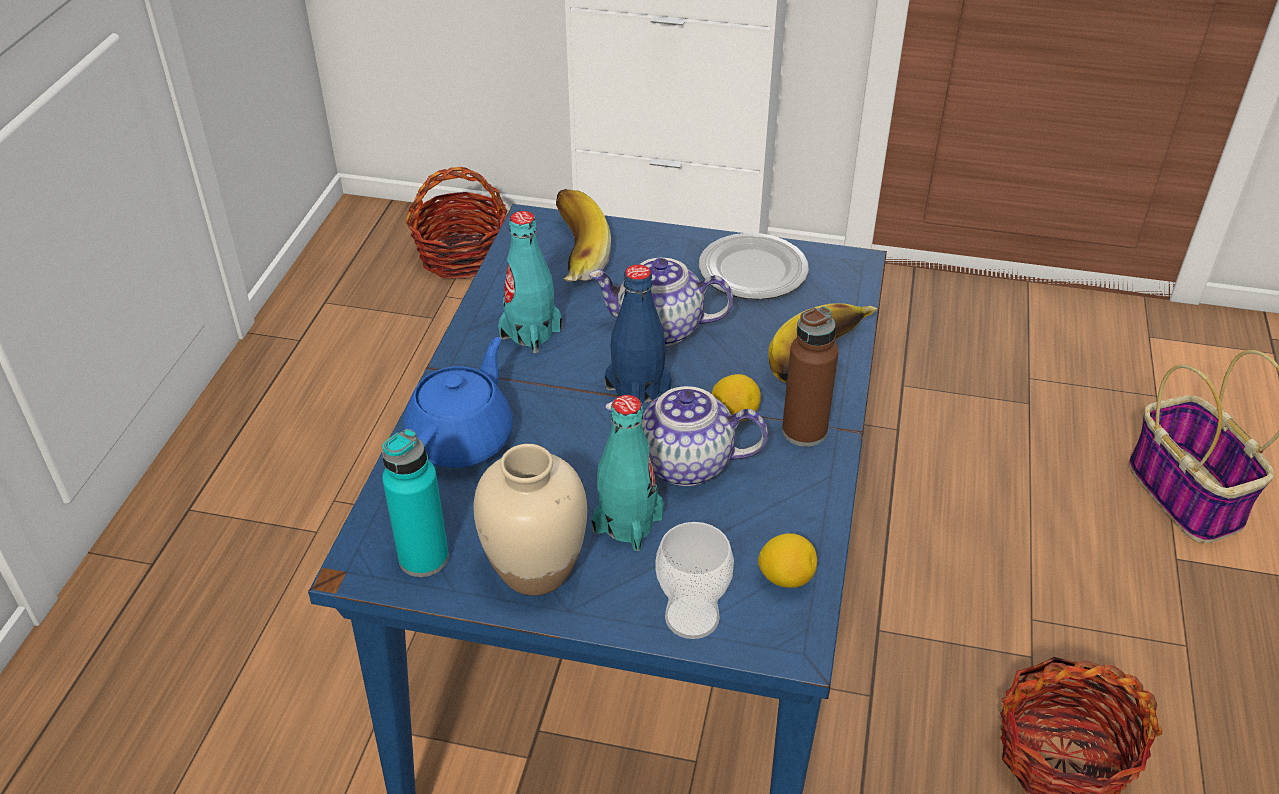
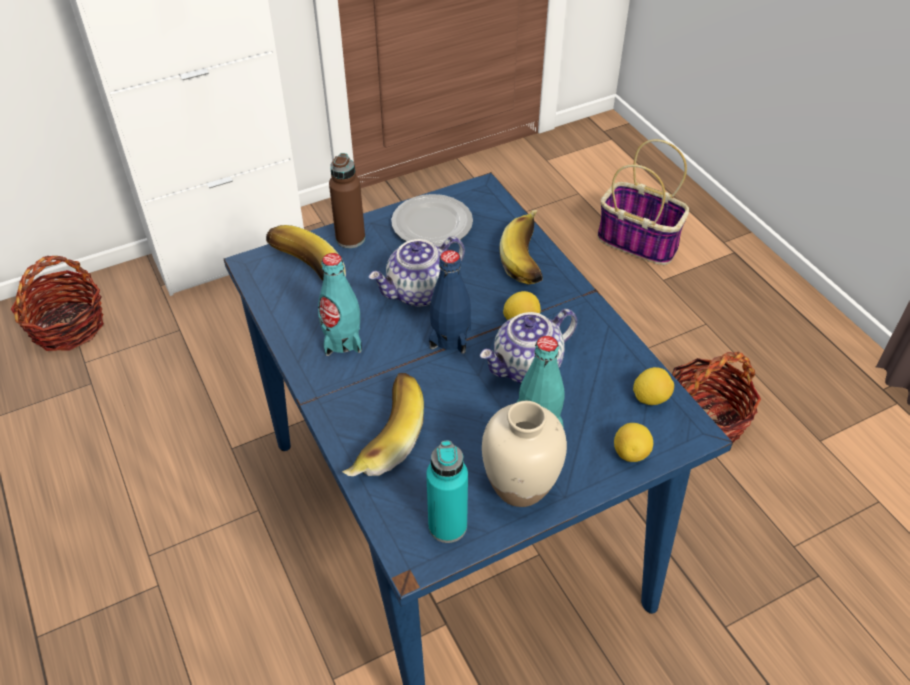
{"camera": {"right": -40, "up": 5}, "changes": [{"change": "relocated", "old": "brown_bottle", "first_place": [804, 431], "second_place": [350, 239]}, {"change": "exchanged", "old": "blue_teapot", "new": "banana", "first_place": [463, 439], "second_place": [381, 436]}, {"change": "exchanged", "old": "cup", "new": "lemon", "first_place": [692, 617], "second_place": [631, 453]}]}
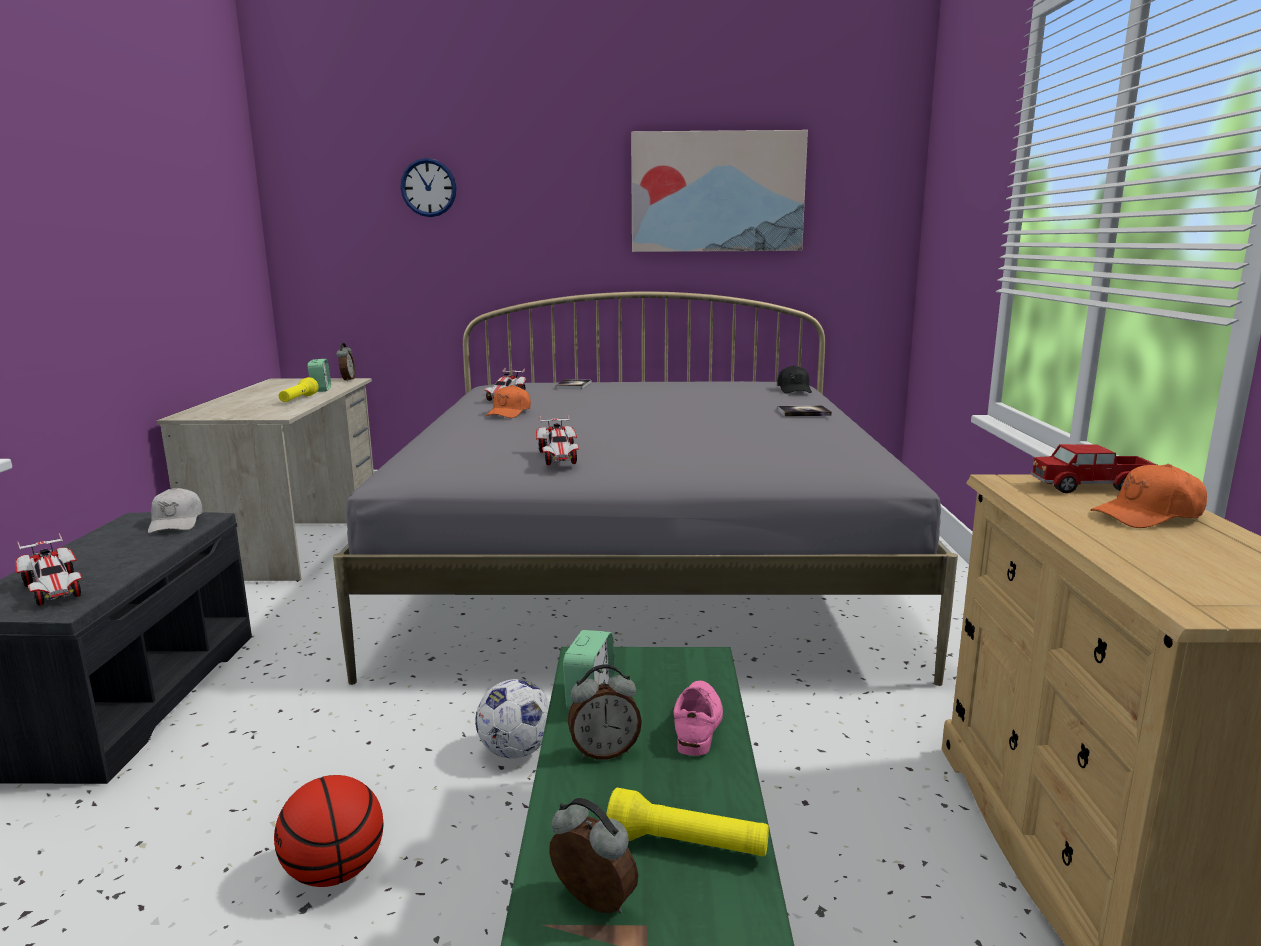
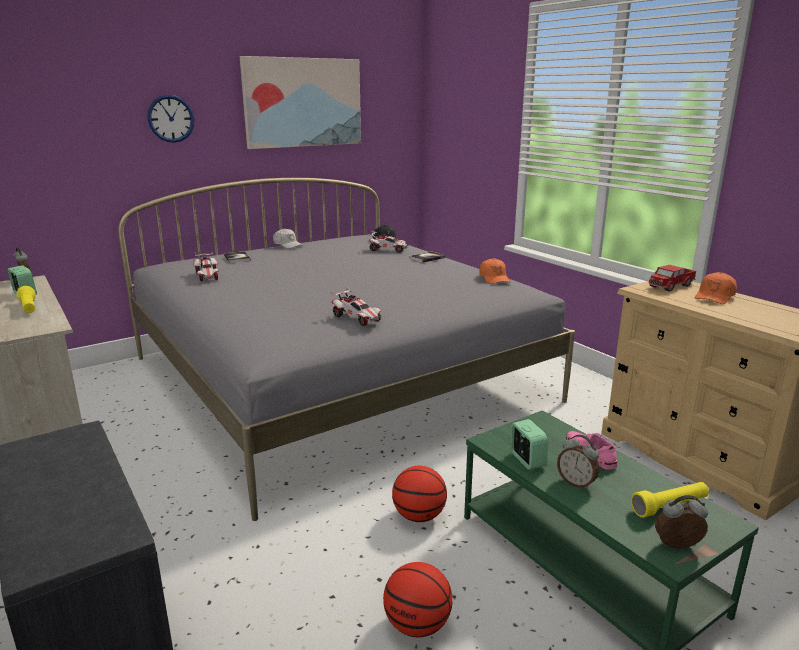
{"camera": {"right": -35, "up": 5}, "changes": [{"change": "relocated", "old": "toy_car", "first_place": [54, 590], "second_place": [387, 250]}, {"change": "relocated", "old": "white_cap", "first_place": [176, 522], "second_place": [287, 245]}, {"change": "relocated", "old": "wall_clock", "first_place": [428, 188], "second_place": [171, 118]}, {"change": "relocated", "old": "orange_cap", "first_place": [509, 413], "second_place": [494, 278]}, {"change": "exchanged", "old": "football", "new": "basketball", "first_place": [515, 751], "second_place": [419, 516]}, {"change": "spun", "old": "alarm_clock", "first_place": [604, 752], "second_place": [576, 483], "degrees": 90}]}
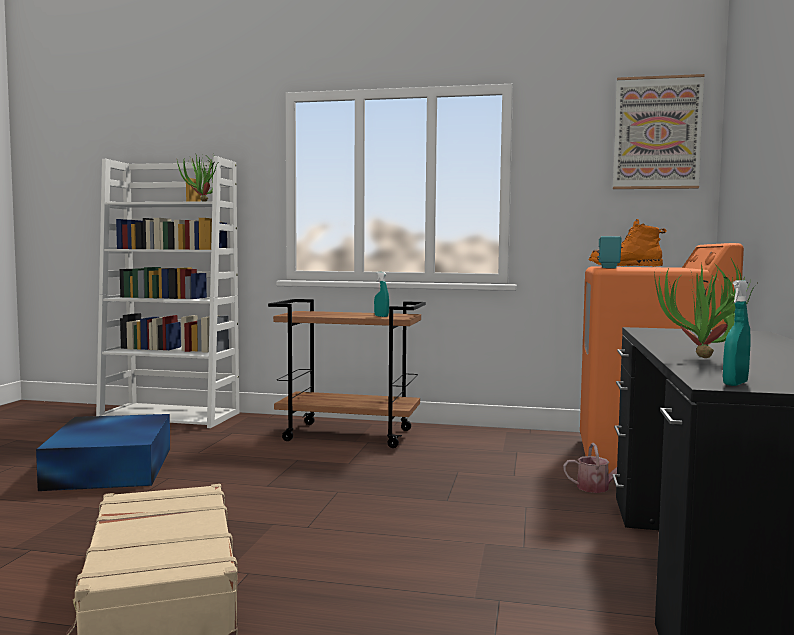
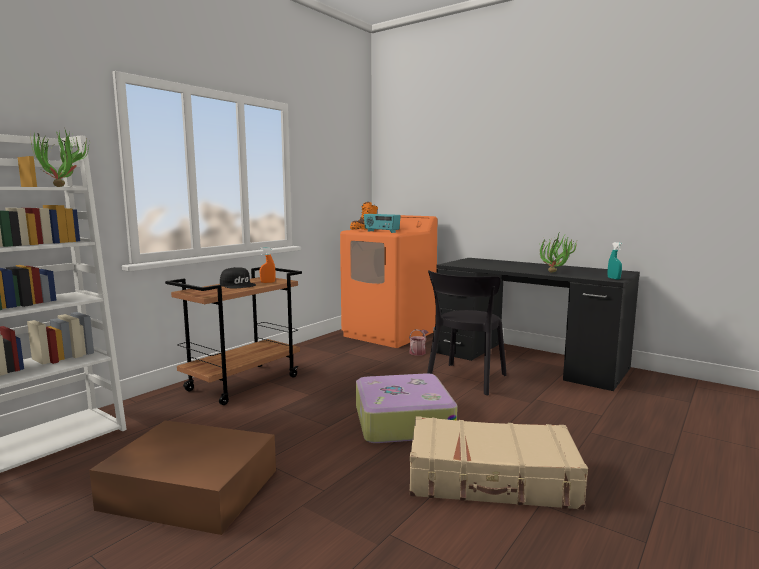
{"camera": {"right": -65, "up": 5}, "changes": [{"change": "missing", "old": "picture", "first_place": [657, 133]}, {"change": "appeared", "new": "black_cap", "second_place": [238, 285]}, {"change": "appeared", "new": "suitcase", "second_place": [402, 421]}, {"change": "appeared", "new": "black_chair", "second_place": [465, 380]}, {"change": "colour", "old": "blue_storage_box", "new": "brown_storage_box", "first_place": [112, 467], "second_place": [189, 488]}, {"change": "colour", "old": "turquoise_spray_bottle", "new": "orange_spray_bottle", "first_place": [381, 316], "second_place": [267, 282]}]}
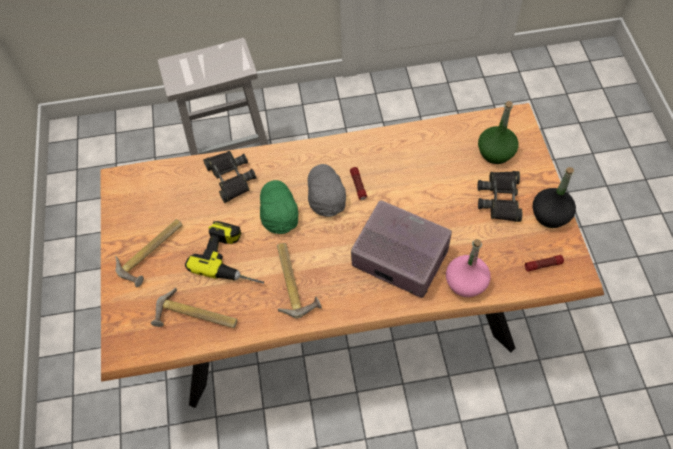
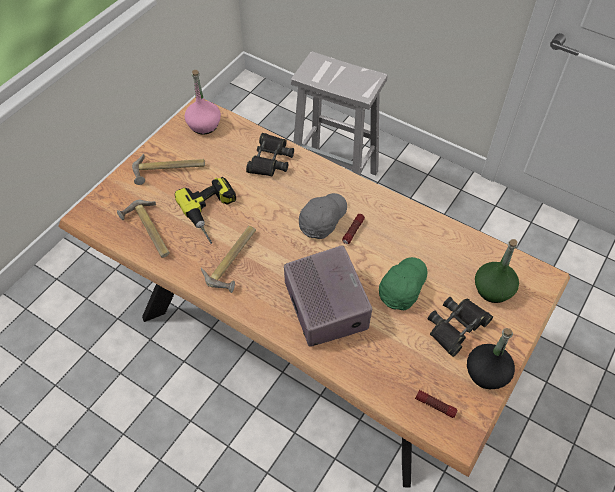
{"camera": {"right": 40, "up": -5}, "changes": [{"change": "relocated", "old": "green_cap", "first_place": [278, 211], "second_place": [402, 287]}, {"change": "relocated", "old": "pink_bottle", "first_place": [466, 282], "second_place": [204, 125]}]}
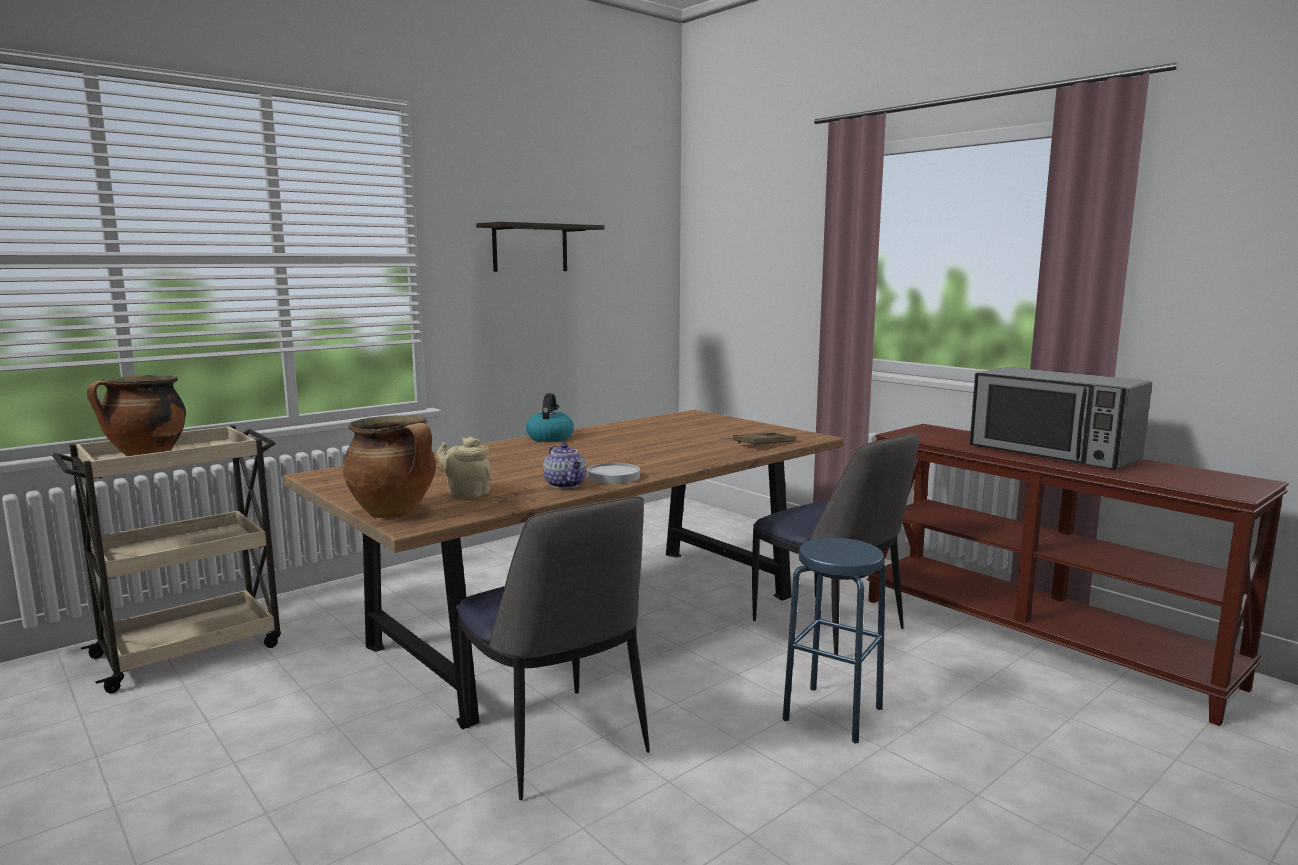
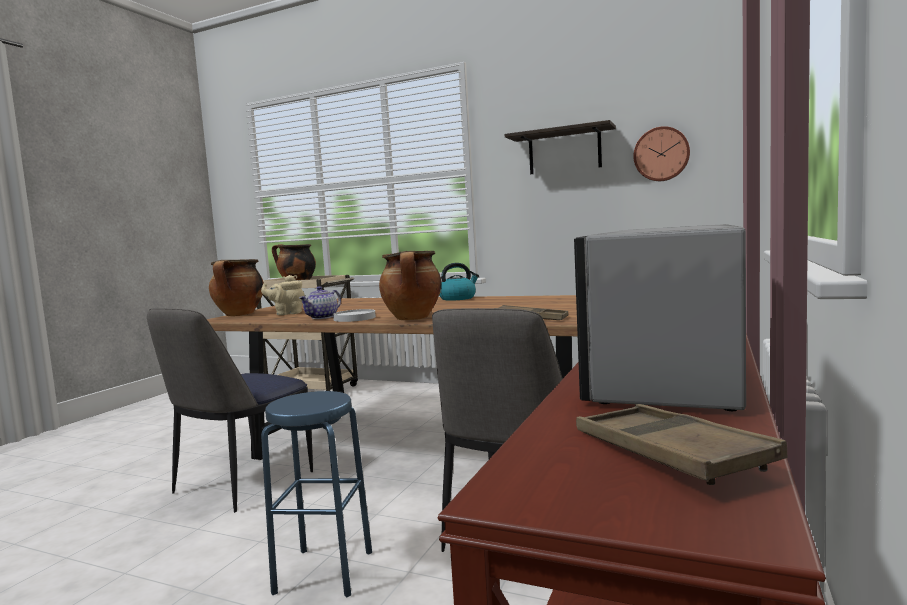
{"camera": {"right": 65, "up": -5}, "changes": [{"change": "appeared", "new": "cooking_pot", "second_place": [413, 318]}, {"change": "appeared", "new": "brown_tray", "second_place": [667, 453]}, {"change": "appeared", "new": "wall_clock", "second_place": [661, 154]}, {"change": "spun", "old": "beige_teapot", "first_place": [466, 493], "second_place": [287, 313], "degrees": -105}]}
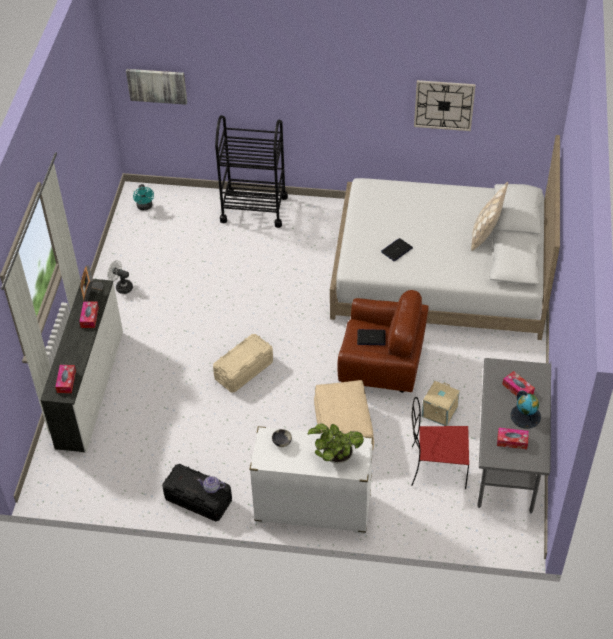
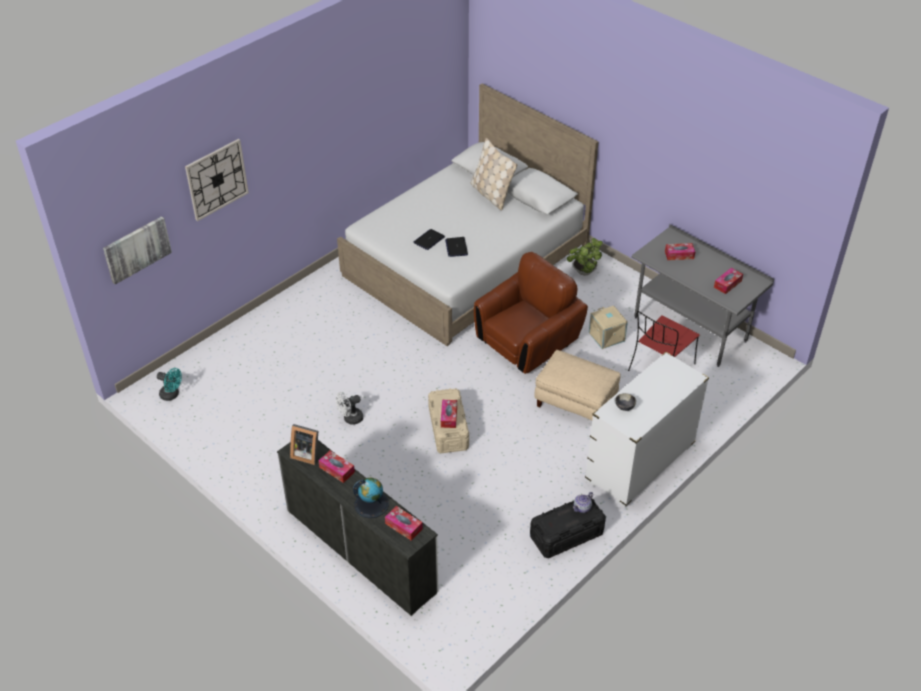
{"camera": {"right": -55, "up": -5}, "changes": [{"change": "missing", "old": "black_cart", "first_place": [254, 209]}, {"change": "appeared", "new": "tissue_box", "second_place": [449, 417]}, {"change": "relocated", "old": "white_fan", "first_place": [121, 287], "second_place": [350, 419]}, {"change": "relocated", "old": "potted_plant", "first_place": [335, 456], "second_place": [583, 272]}, {"change": "relocated", "old": "laptop", "first_place": [371, 338], "second_place": [429, 240]}, {"change": "relocated", "old": "wall_clock", "first_place": [444, 105], "second_place": [216, 179]}, {"change": "relocated", "old": "globe", "first_place": [525, 416], "second_place": [371, 504]}]}
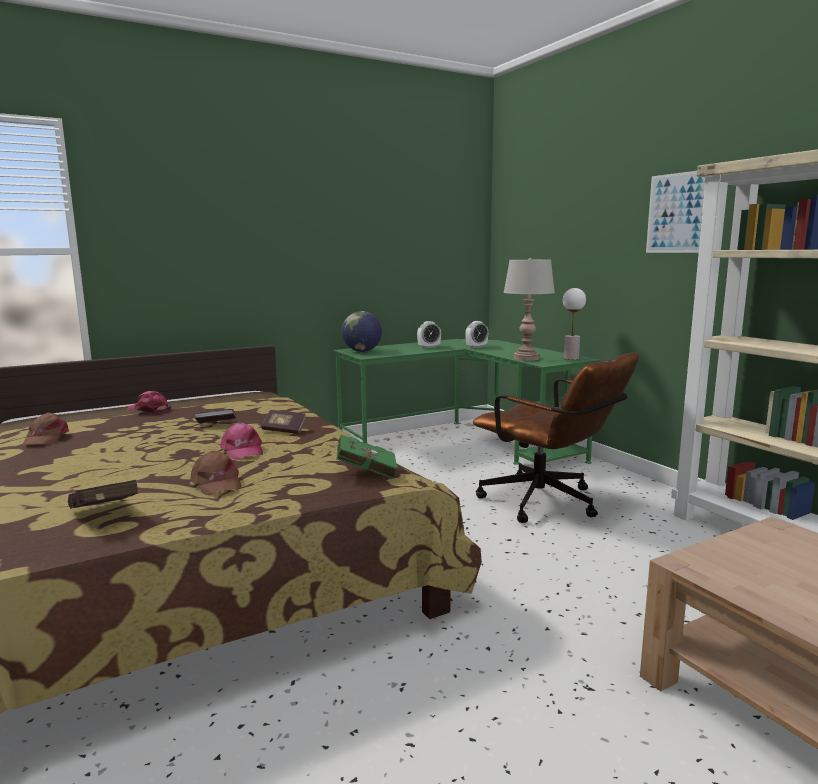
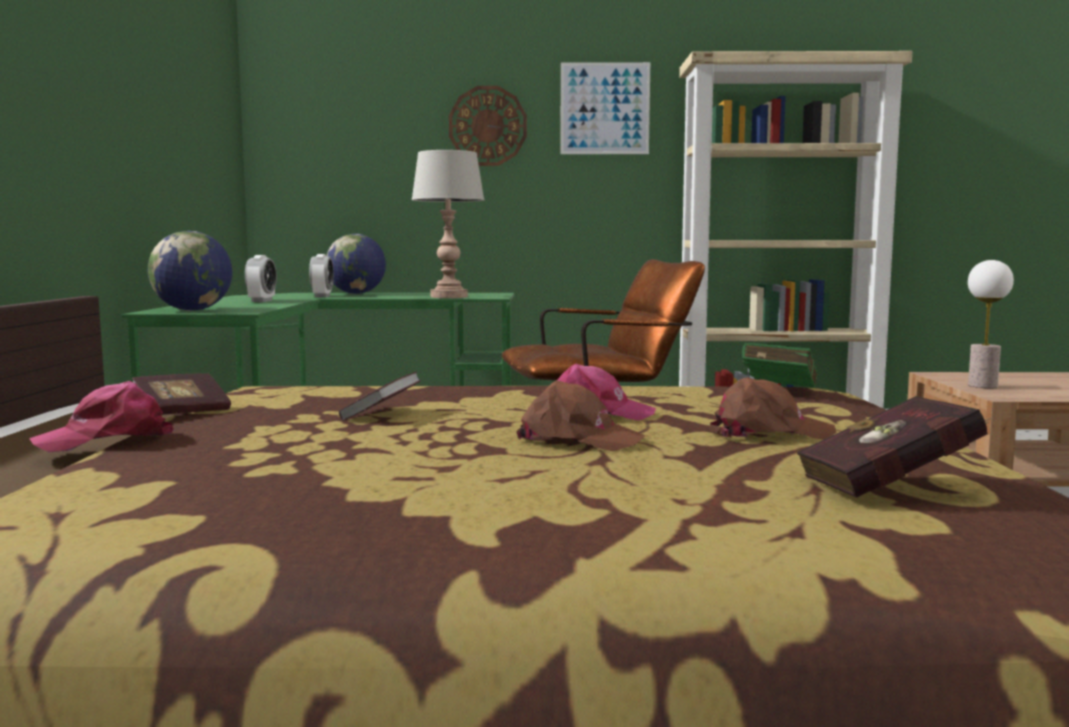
{"camera": {"right": -60, "up": -5}, "changes": [{"change": "appeared", "new": "globe", "second_place": [356, 293]}, {"change": "appeared", "new": "wall_clock", "second_place": [487, 126]}, {"change": "relocated", "old": "brown_cap", "first_place": [46, 438], "second_place": [578, 439]}, {"change": "relocated", "old": "book", "first_place": [284, 430], "second_place": [182, 412]}, {"change": "relocated", "old": "table_lamp", "first_place": [571, 358], "second_place": [983, 386]}]}
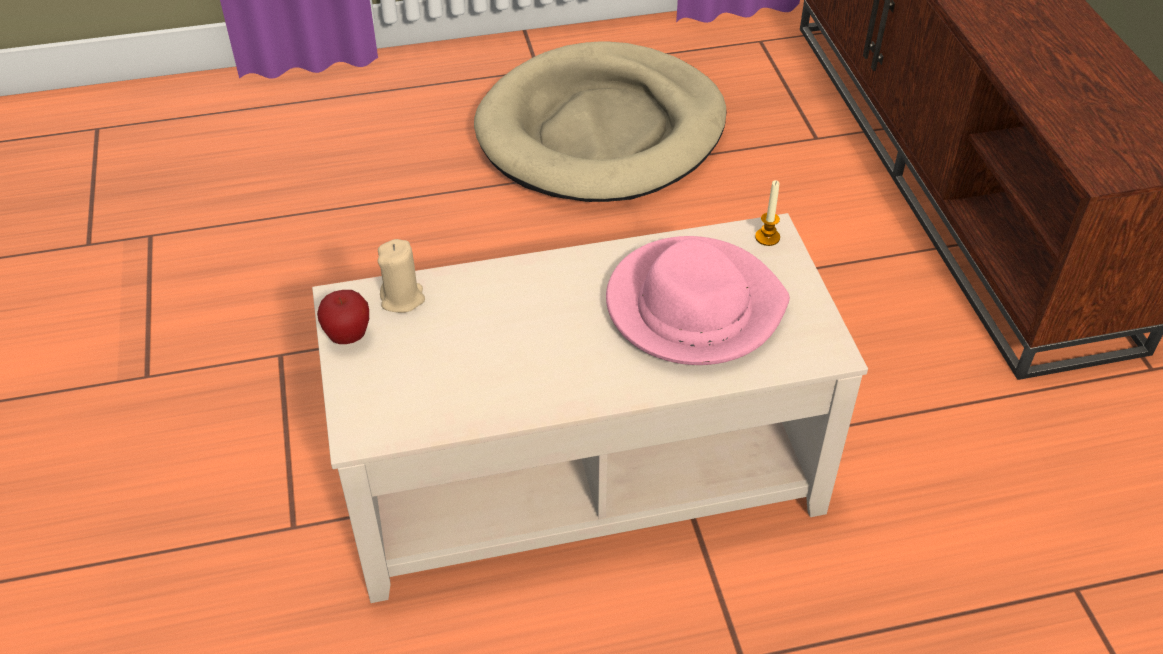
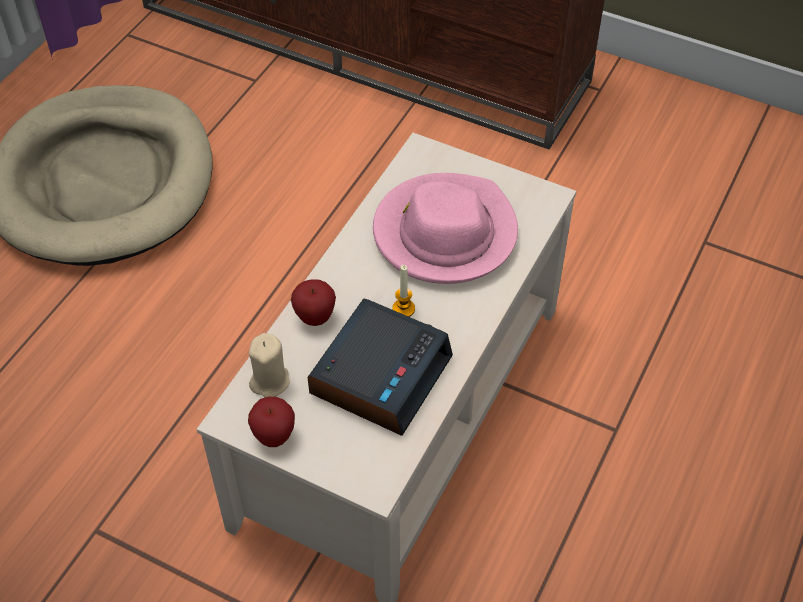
{"camera": {"right": -50, "up": 5}, "changes": [{"change": "appeared", "new": "apple", "second_place": [315, 317]}, {"change": "appeared", "new": "alarm_clock", "second_place": [380, 374]}, {"change": "relocated", "old": "candle", "first_place": [767, 237], "second_place": [403, 309]}]}
